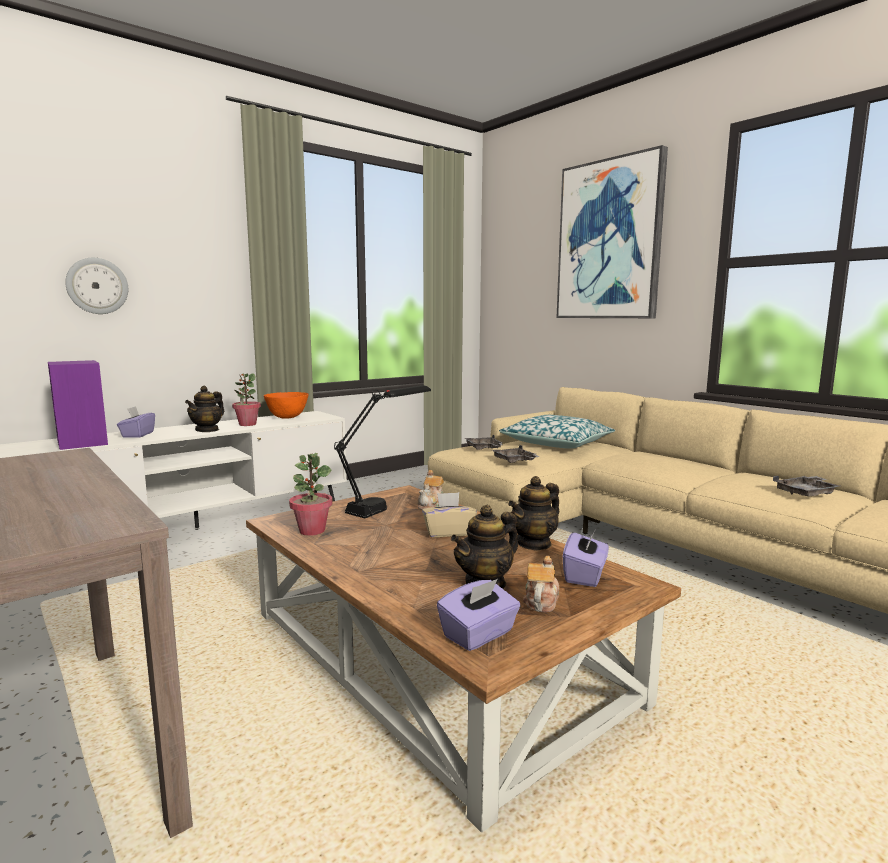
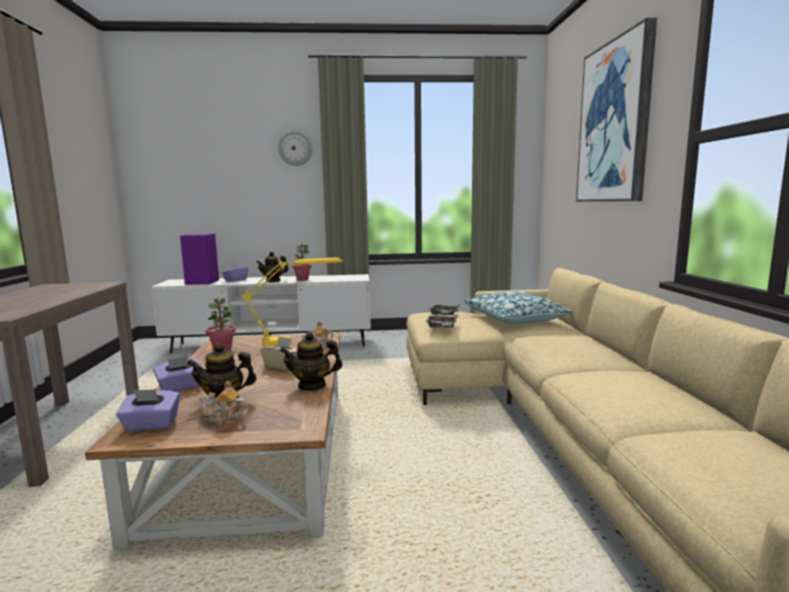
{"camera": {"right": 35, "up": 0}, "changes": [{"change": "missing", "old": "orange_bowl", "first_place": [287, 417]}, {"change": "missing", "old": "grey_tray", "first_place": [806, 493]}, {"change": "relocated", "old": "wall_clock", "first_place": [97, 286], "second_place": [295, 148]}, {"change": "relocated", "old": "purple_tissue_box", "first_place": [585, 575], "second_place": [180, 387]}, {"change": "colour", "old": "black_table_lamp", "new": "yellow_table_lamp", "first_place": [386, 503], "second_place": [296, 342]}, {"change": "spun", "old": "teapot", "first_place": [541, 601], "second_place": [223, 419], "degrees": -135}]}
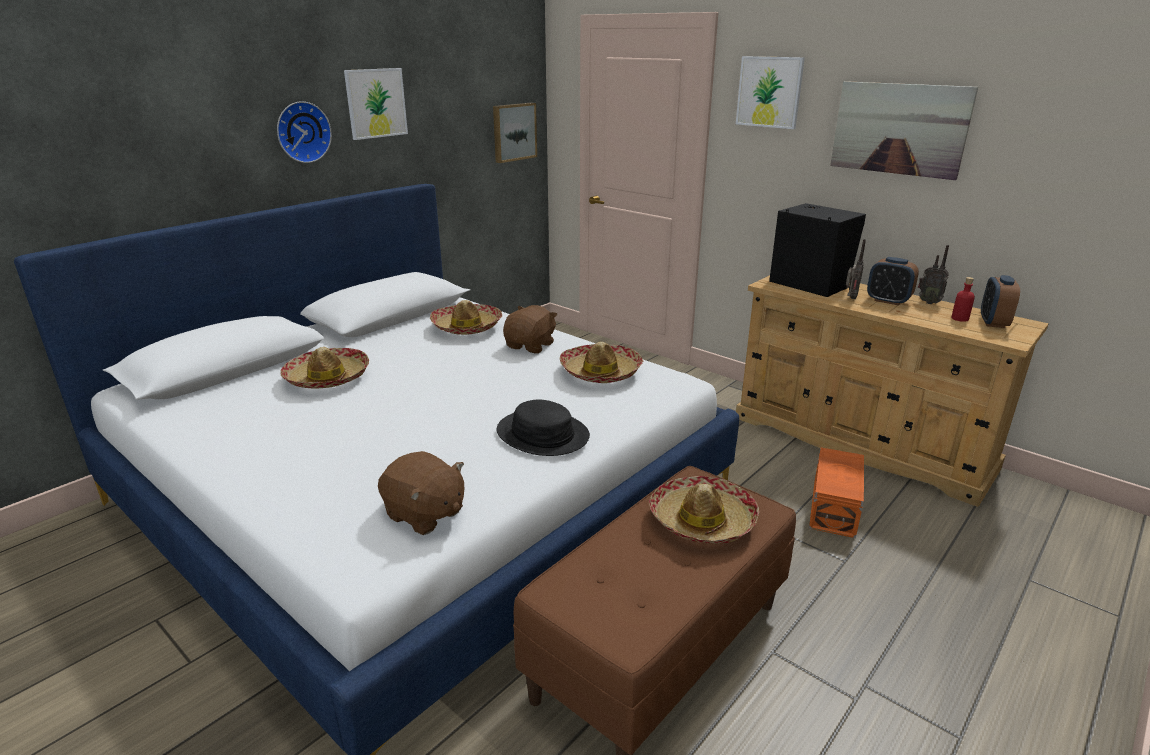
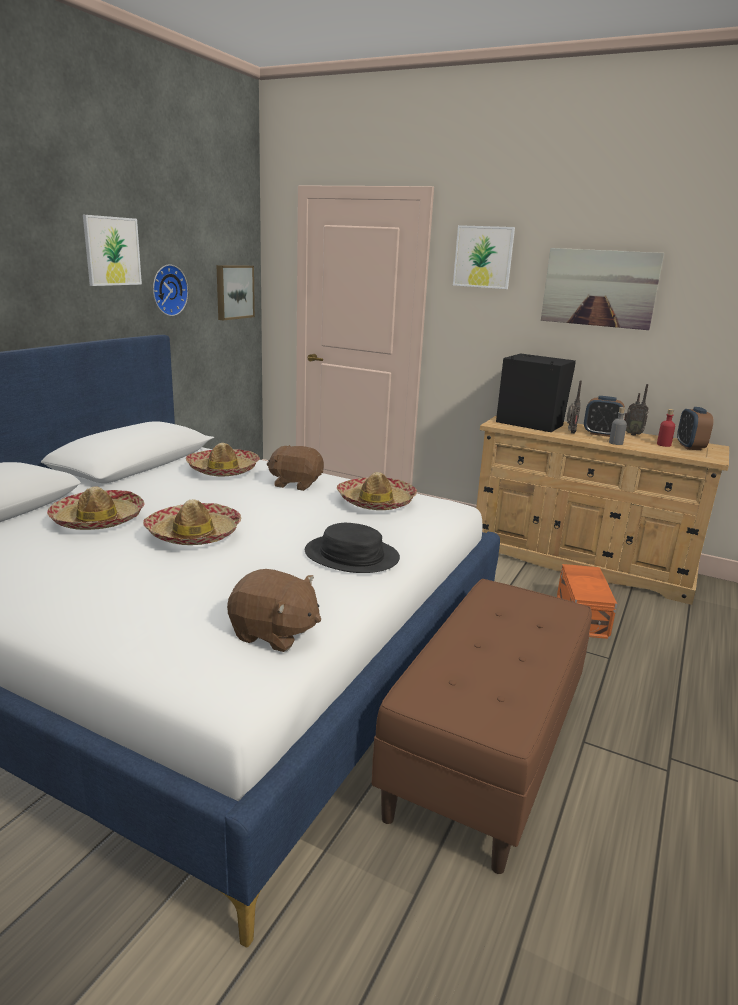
{"camera": {"right": -15, "up": -5}, "changes": [{"change": "appeared", "new": "grey_bottle", "second_place": [615, 443]}, {"change": "relocated", "old": "wall_clock", "first_place": [302, 132], "second_place": [167, 290]}, {"change": "relocated", "old": "hat", "first_place": [702, 520], "second_place": [194, 534]}, {"change": "spun", "old": "brown_plush_toy", "first_place": [531, 346], "second_place": [296, 484], "degrees": -90}]}
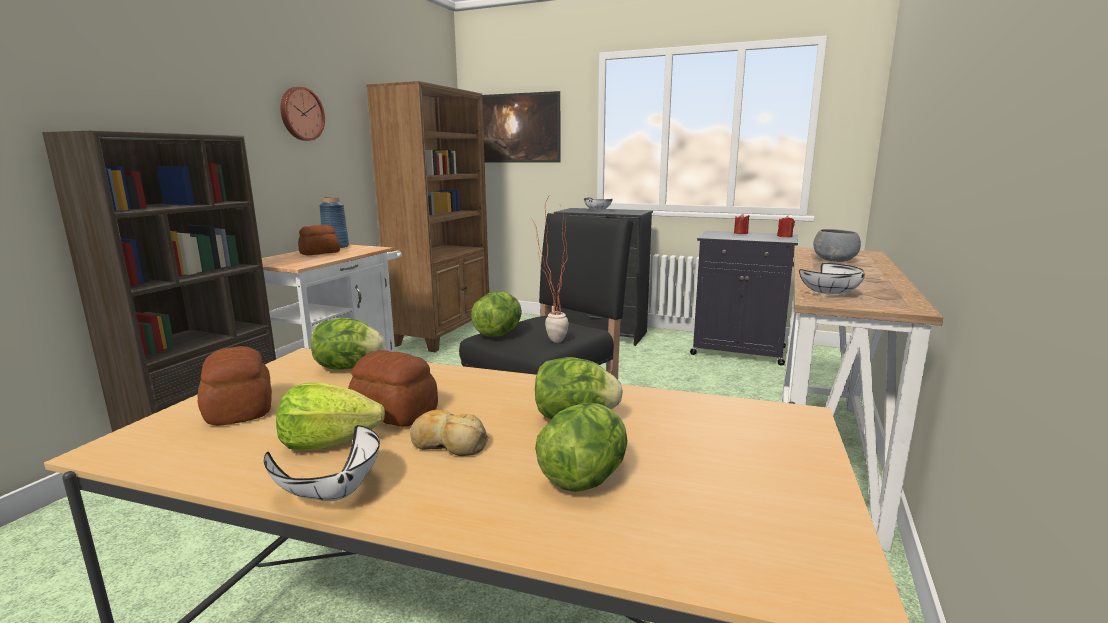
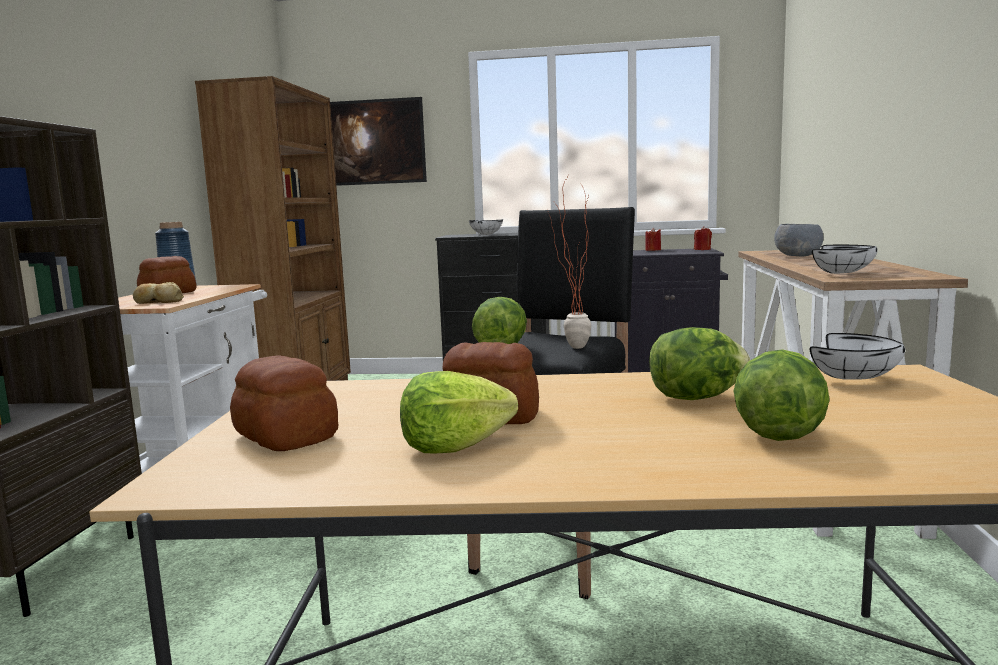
{"camera": {"right": -15, "up": -5}, "changes": [{"change": "missing", "old": "wall_clock", "first_place": [301, 114]}, {"change": "missing", "old": "lettuce", "first_place": [348, 367]}, {"change": "relocated", "old": "white_bowl", "first_place": [334, 494], "second_place": [857, 379]}, {"change": "relocated", "old": "bread", "first_place": [448, 444], "second_place": [158, 301]}]}
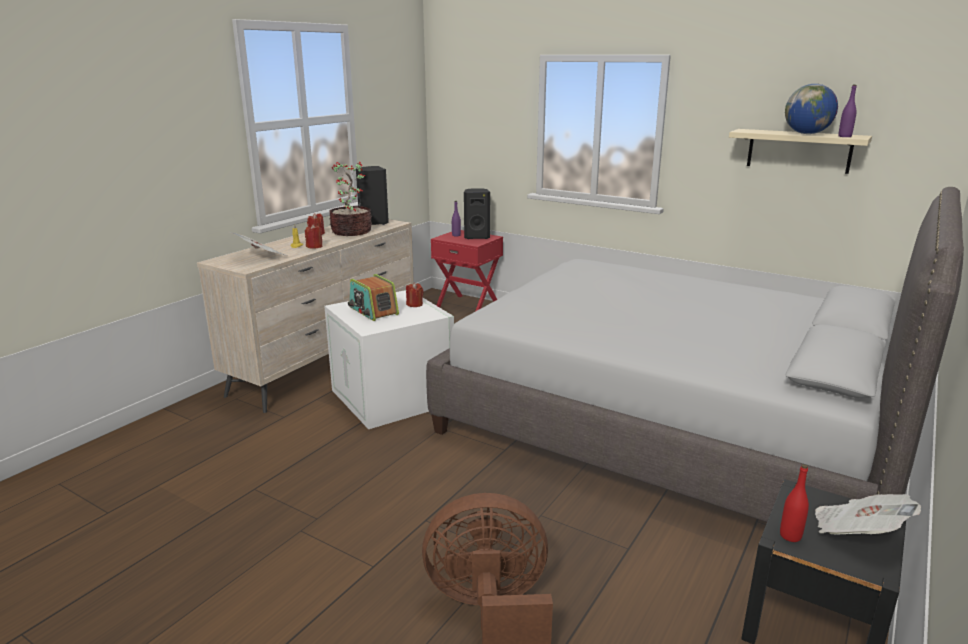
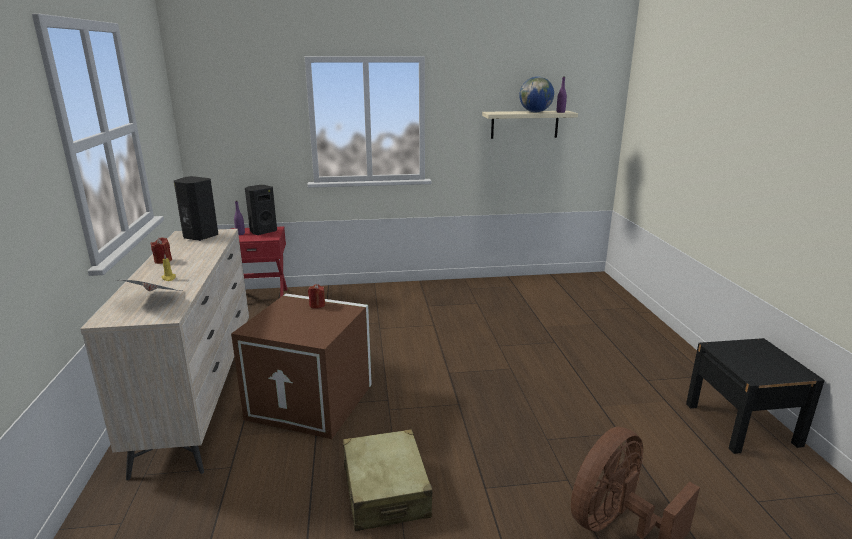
{"camera": {"right": -40, "up": 0}, "changes": [{"change": "missing", "old": "red_candle", "first_place": [314, 246]}, {"change": "missing", "old": "potted_plant", "first_place": [351, 232]}, {"change": "missing", "old": "radio", "first_place": [373, 311]}, {"change": "missing", "old": "grey_bed", "first_place": [670, 427]}, {"change": "missing", "old": "red_bottle", "first_place": [790, 536]}, {"change": "missing", "old": "newspaper", "first_place": [857, 532]}, {"change": "appeared", "new": "beige_suitcase", "second_place": [386, 491]}, {"change": "colour", "old": "white_storage_box", "new": "brown_storage_box", "first_place": [394, 397], "second_place": [312, 400]}]}
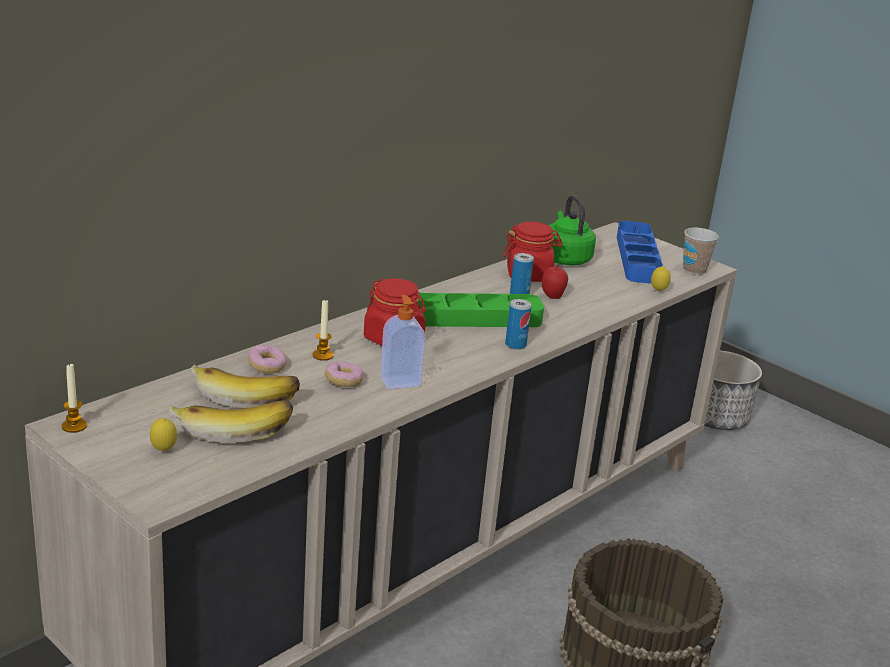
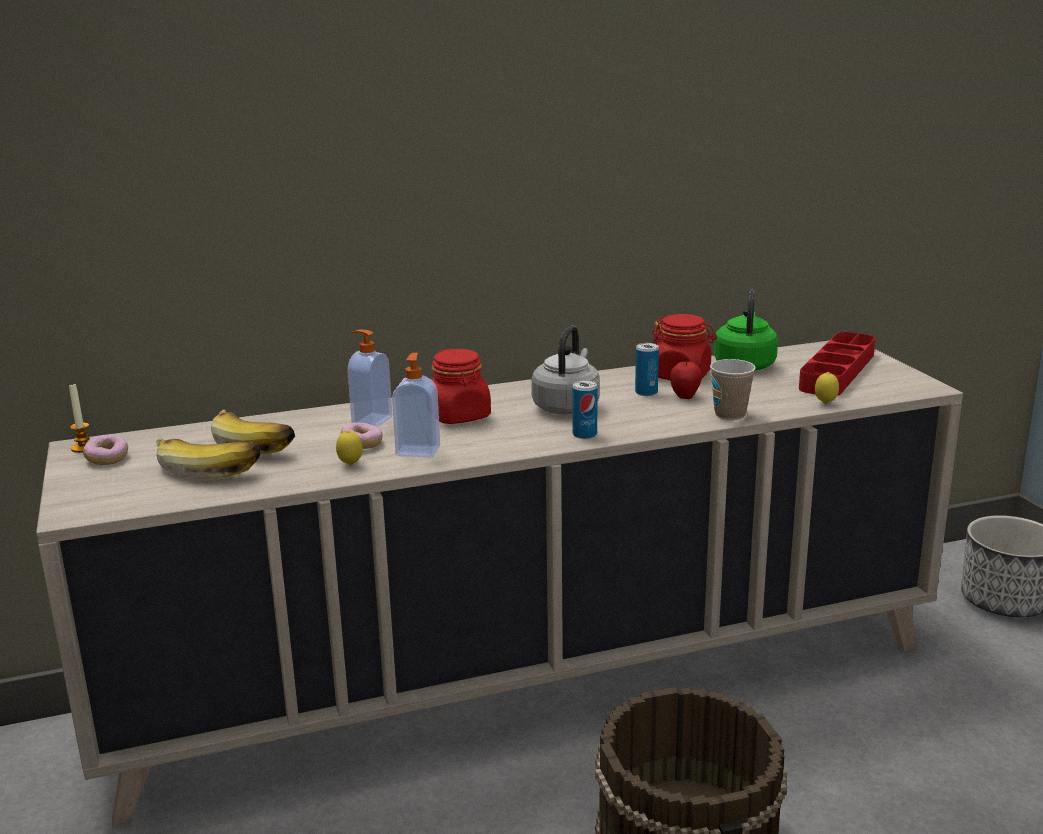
{"camera": {"right": 30, "up": -5}, "changes": [{"change": "relocated", "old": "lemon", "first_place": [163, 451], "second_place": [350, 465]}, {"change": "relocated", "old": "donut", "first_place": [267, 367], "second_place": [107, 459]}, {"change": "relocated", "old": "cup", "first_place": [694, 270], "second_place": [730, 414]}, {"change": "exchanged", "old": "candle", "new": "soap_dispenser", "first_place": [323, 355], "second_place": [371, 421]}, {"change": "exchanged", "old": "green_tray", "new": "grey_kettle", "first_place": [472, 318], "second_place": [567, 406]}, {"change": "colour", "old": "blue_tray", "new": "red_tray", "first_place": [637, 258], "second_place": [837, 371]}]}
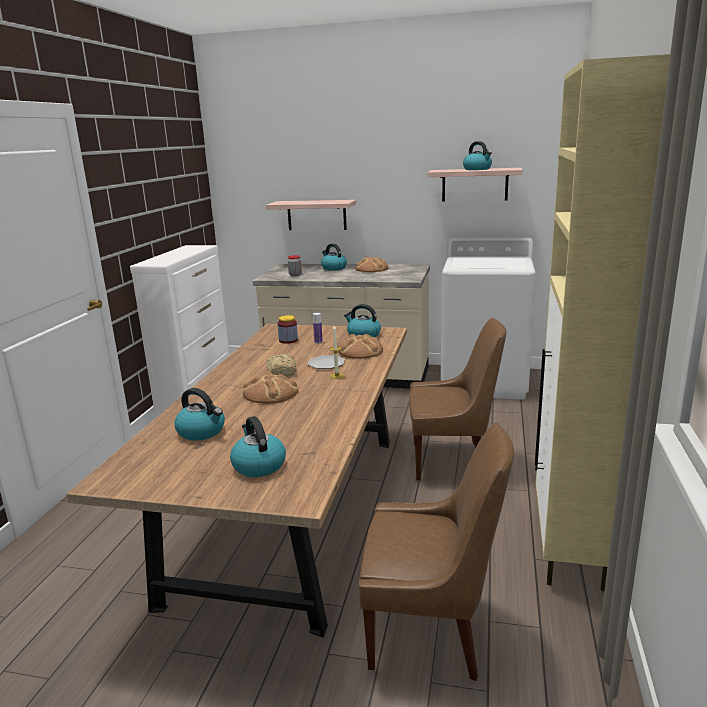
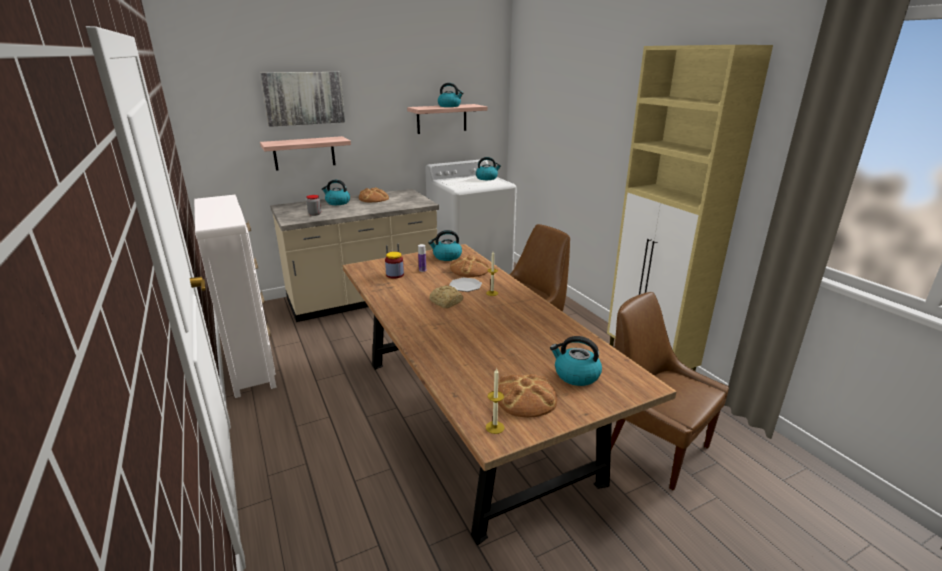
{"camera": {"right": -40, "up": 5}, "changes": [{"change": "appeared", "new": "picture", "second_place": [304, 98]}, {"change": "appeared", "new": "candle", "second_place": [495, 427]}, {"change": "relocated", "old": "kettle", "first_place": [202, 432], "second_place": [487, 178]}, {"change": "relocated", "old": "bread", "first_place": [271, 393], "second_place": [525, 398]}, {"change": "spun", "old": "brown_chair", "first_place": [431, 630], "second_place": [653, 447], "degrees": -105}]}
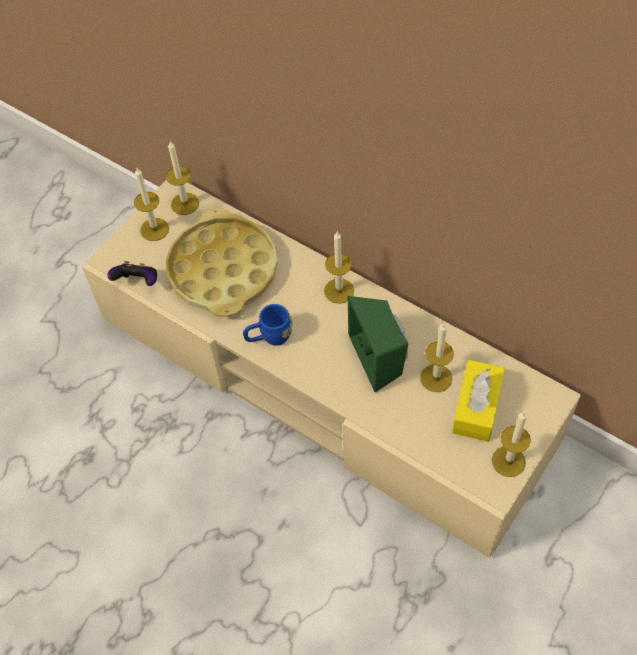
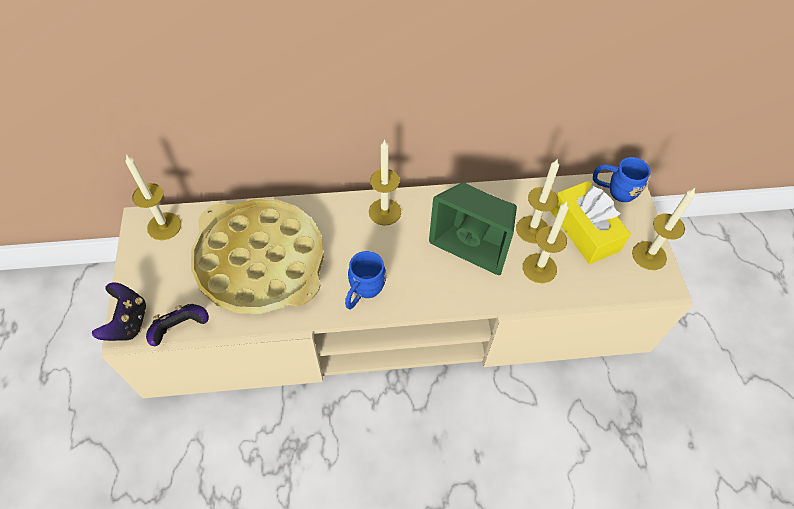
{"camera": {"right": -45, "up": 0}, "changes": [{"change": "appeared", "new": "game_controller", "second_place": [128, 322]}, {"change": "appeared", "new": "blue_mug", "second_place": [614, 190]}, {"change": "relocated", "old": "candle", "first_place": [154, 229], "second_place": [539, 268]}]}
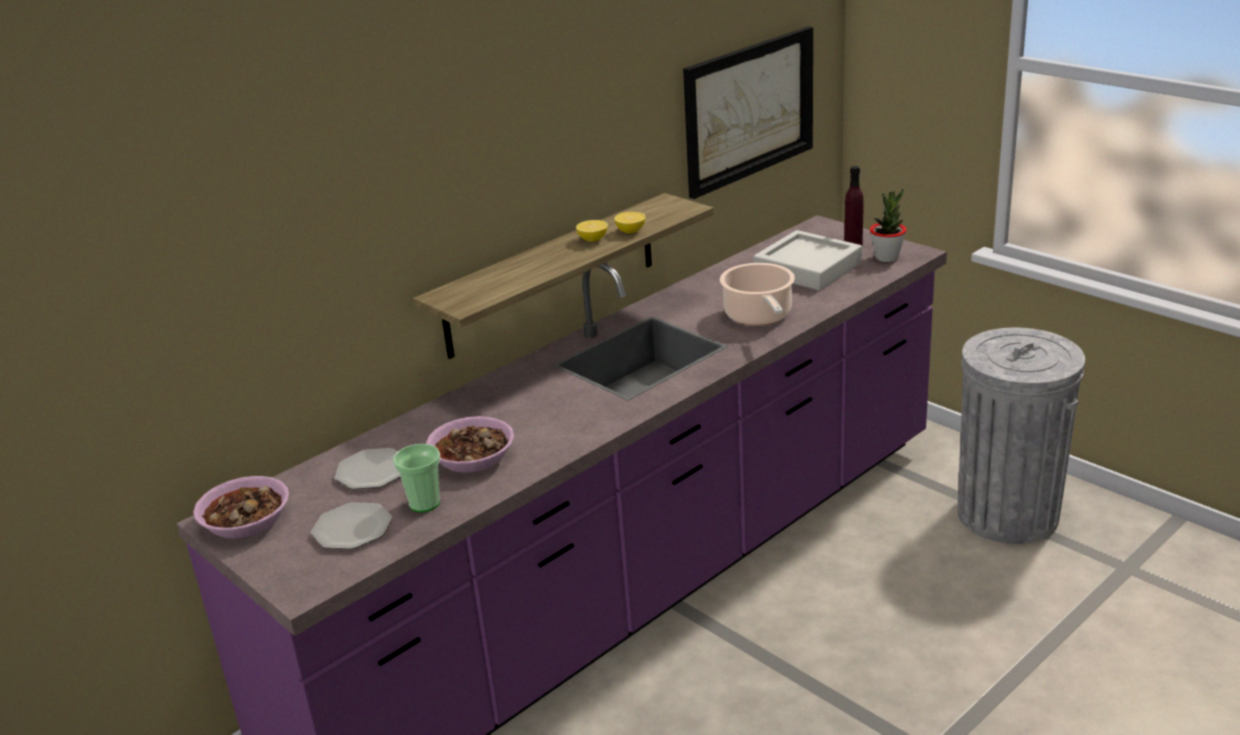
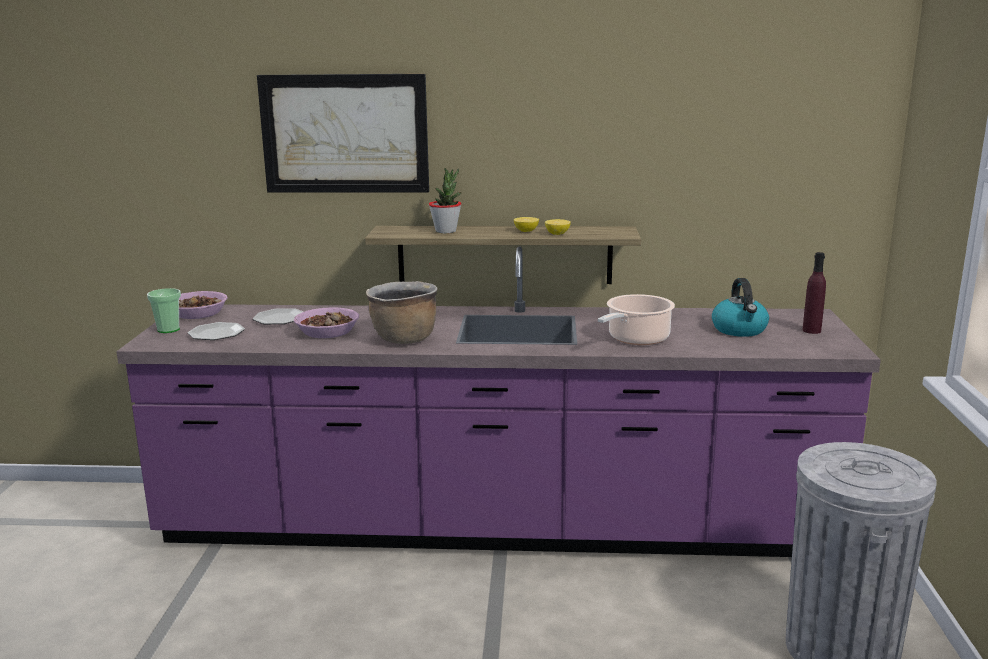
{"camera": {"right": 45, "up": -10}, "changes": [{"change": "appeared", "new": "brown_cooking_pot", "second_place": [403, 339]}, {"change": "relocated", "old": "cup", "first_place": [424, 503], "second_place": [168, 329]}, {"change": "relocated", "old": "picture", "first_place": [749, 110], "second_place": [345, 133]}, {"change": "relocated", "old": "potted_plant", "first_place": [887, 257], "second_place": [446, 231]}, {"change": "exchanged", "old": "grey_tray", "new": "kettle", "first_place": [807, 268], "second_place": [739, 330]}]}
